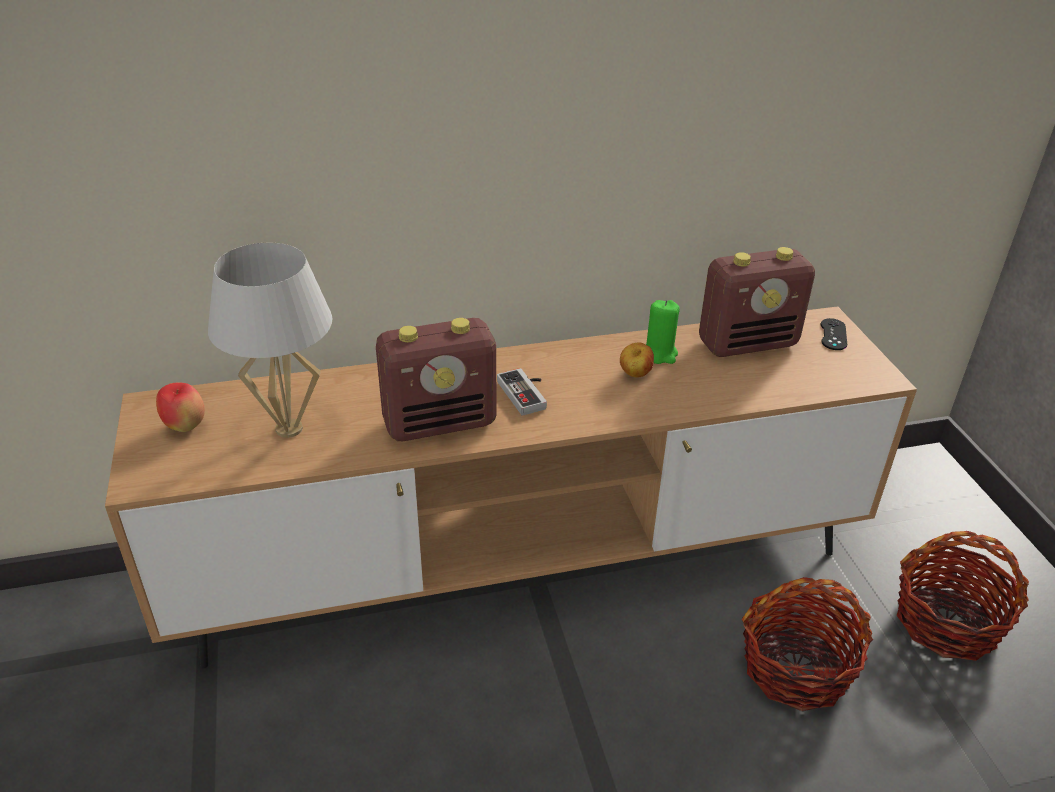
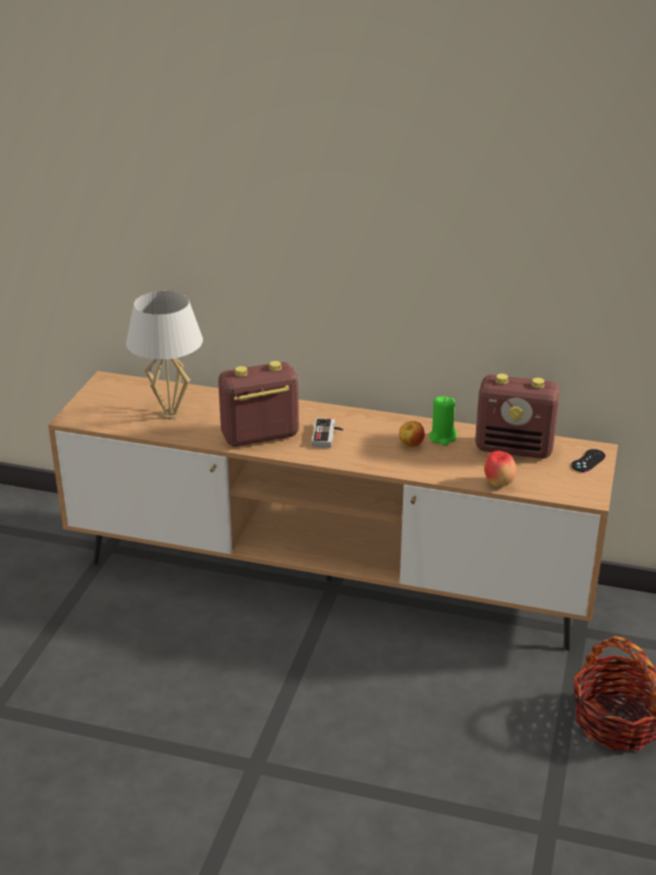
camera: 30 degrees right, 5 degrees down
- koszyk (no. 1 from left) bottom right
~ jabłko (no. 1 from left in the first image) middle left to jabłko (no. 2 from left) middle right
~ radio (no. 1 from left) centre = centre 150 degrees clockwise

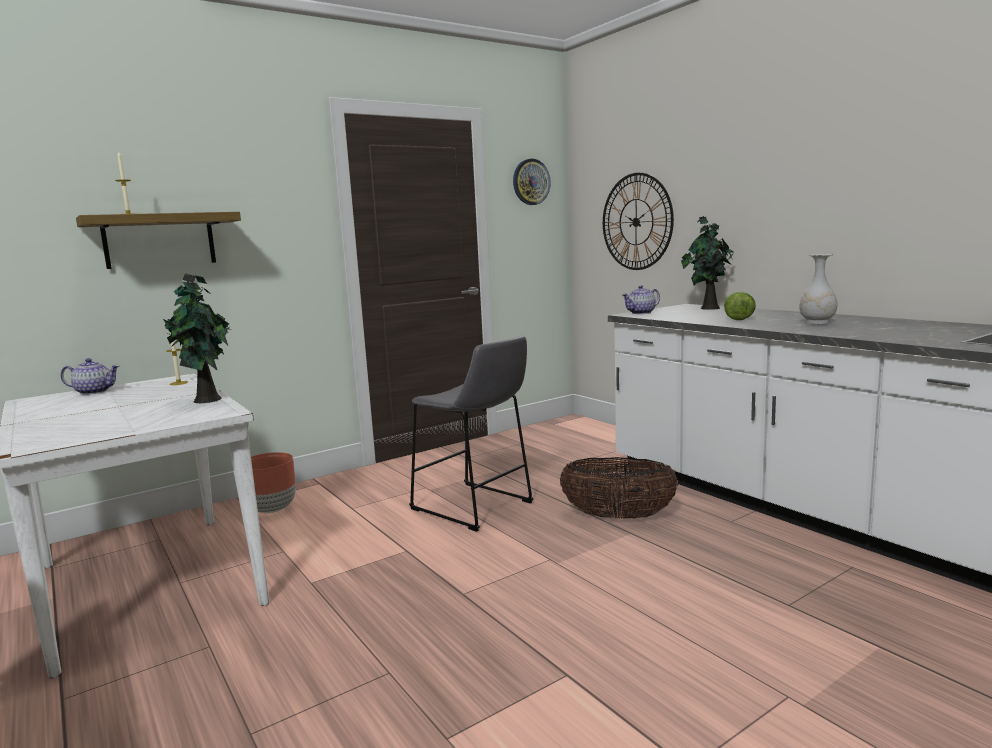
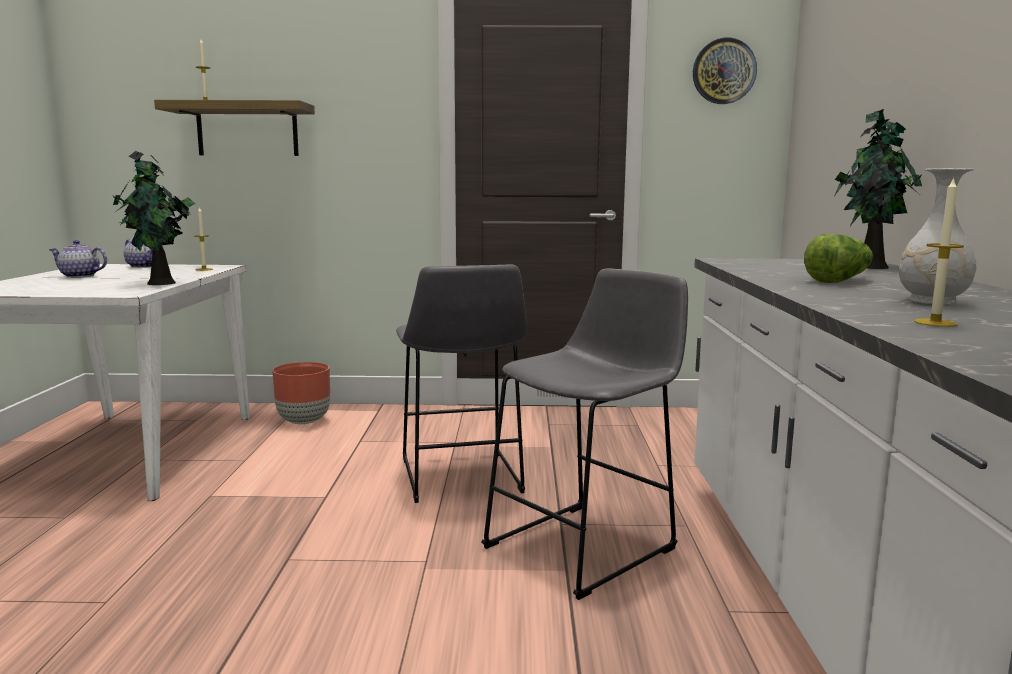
camera: 35 degrees right, 0 degrees up
- zegar ścienny (no. 2 from left) top centre
+ świeca (no. 3 from left) middle right
~ imbryk (no. 2 from left in the first image) centre to imbryk (no. 1 from left) middle left
~ koszyk centre to stołek/szary (no. 2 from left) centre

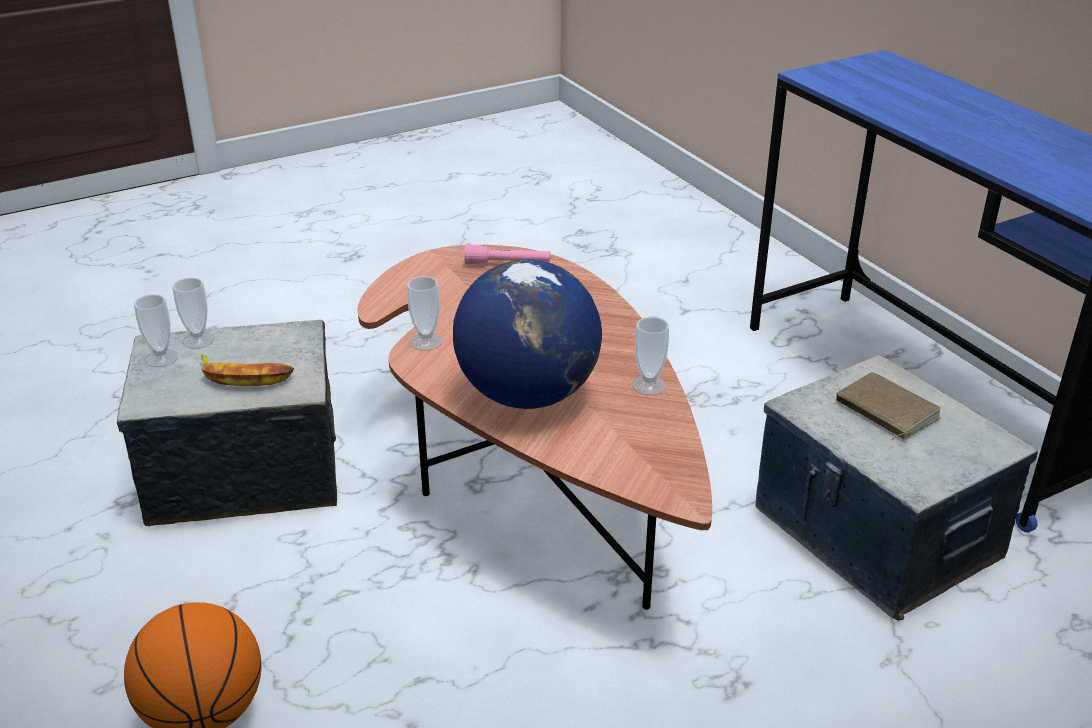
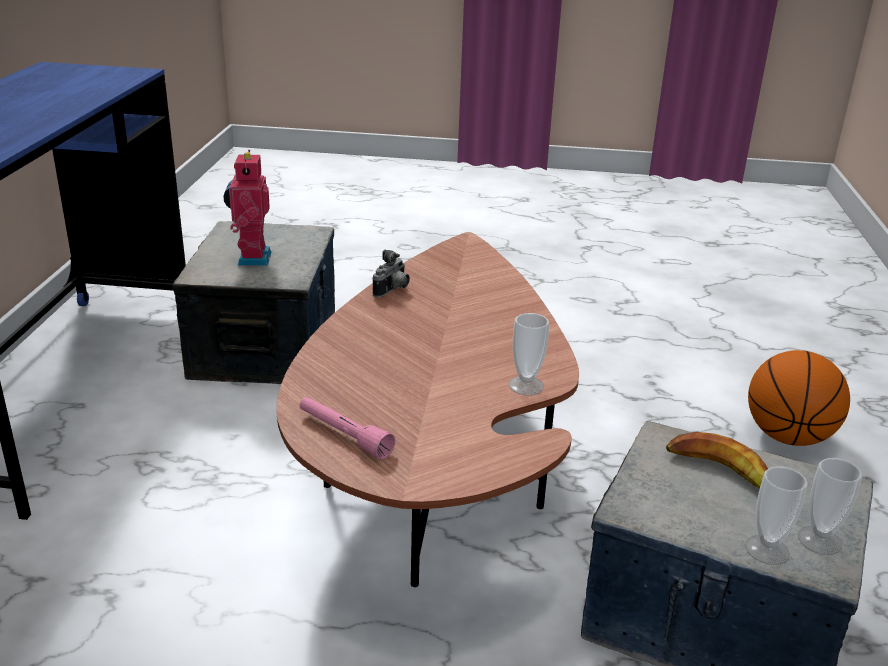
camera: 145 degrees left, 5 degrees down
- globus centre
~ filiżanka (no. 4 from left) centre to aparat fotograficzny centre
~ książka/brązowy middle right to robot zabawkowy top left

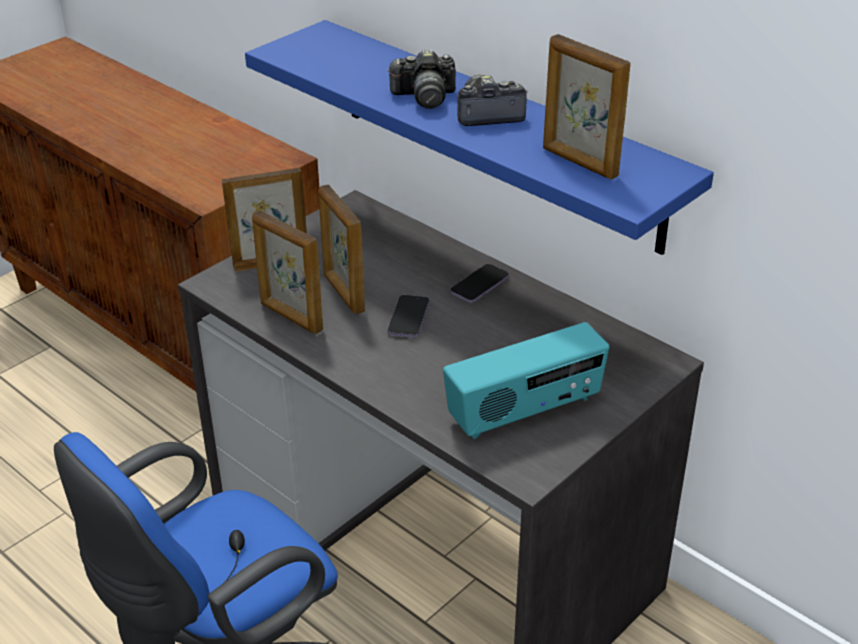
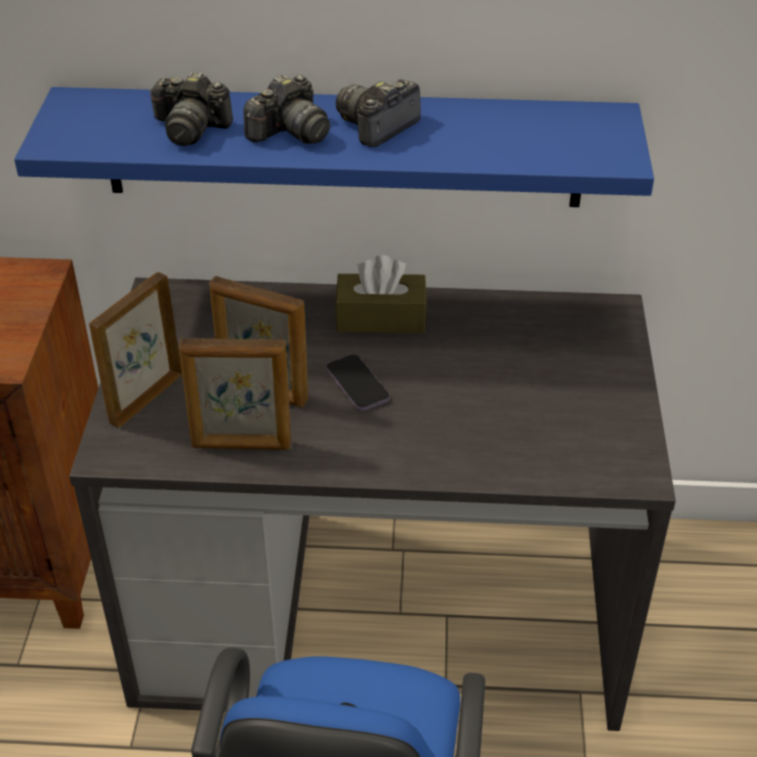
camera: 40 degrees left, 5 degrees up
- radio centre
- ramka na zdjęcie (no. 4 from left) top right
+ aparat fotograficzny (no. 1 from left) top left
~ telefon (no. 2 from left) centre to pudełko chusteczek/brązowy centre

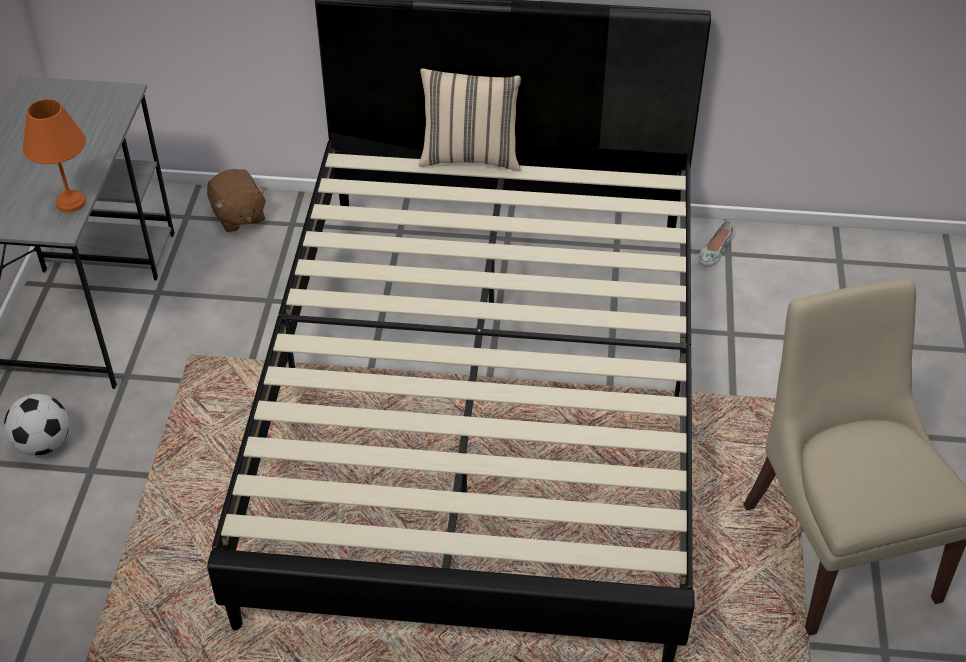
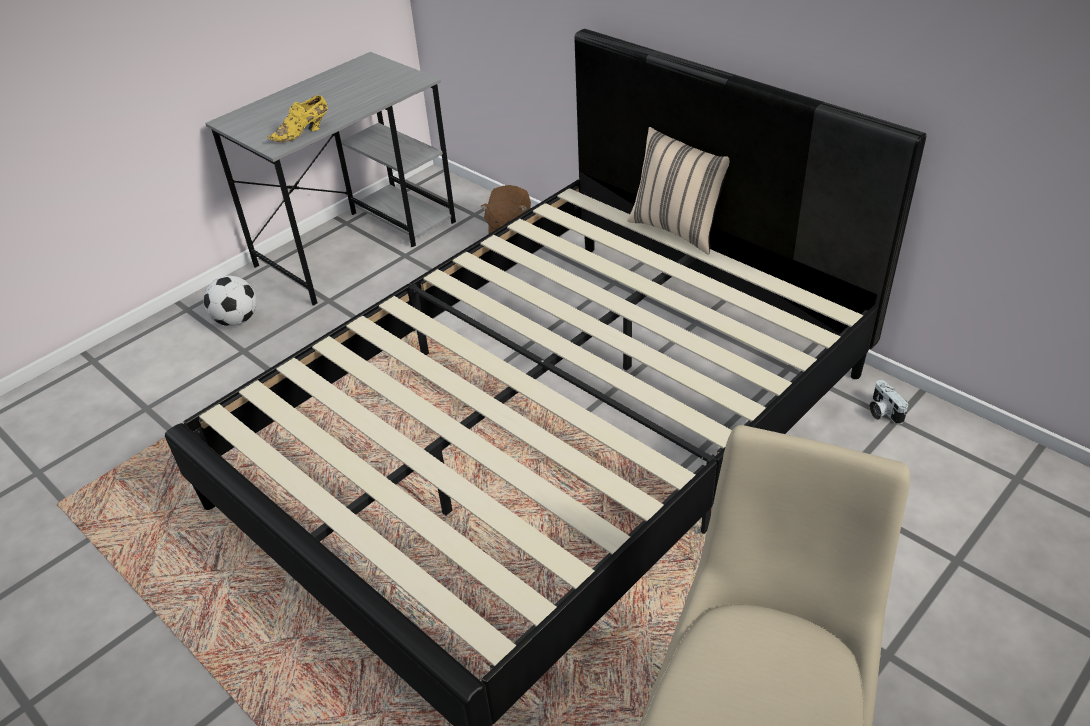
camera: 40 degrees right, 5 degrees down
~ lampa stołowa/pomarańczowy top left to but/żółty top left
~ but/biały middle right to aparat fotograficzny middle right

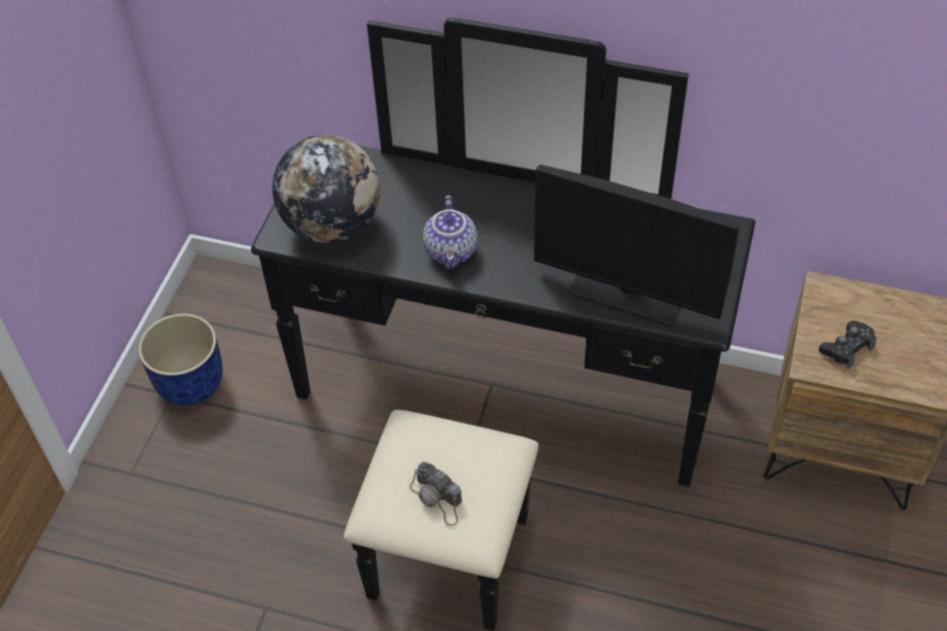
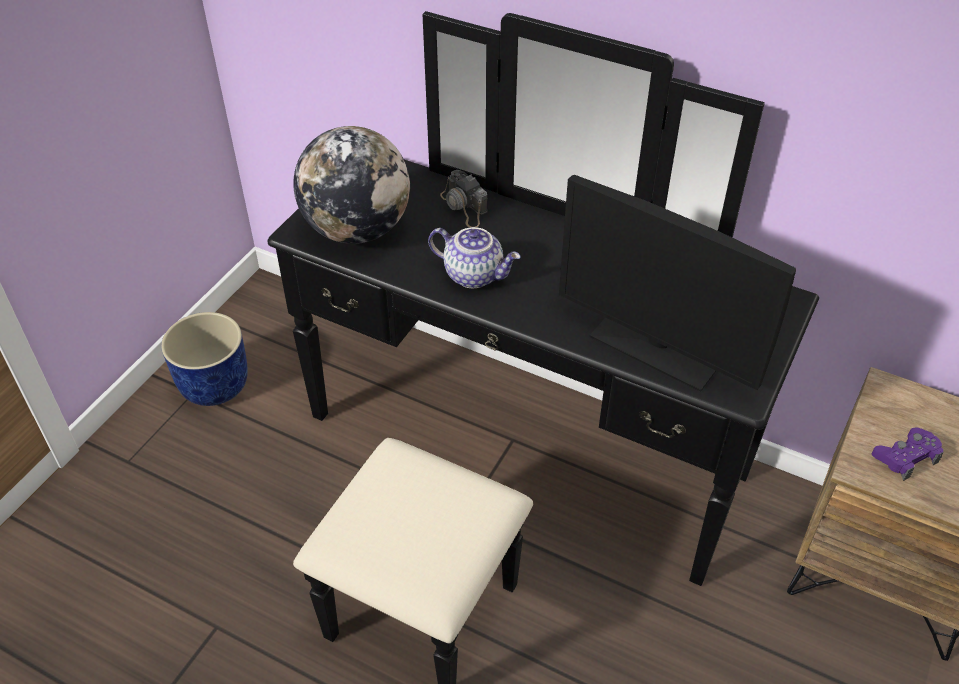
camera: 10 degrees right, 5 degrees down
~ aparat fotograficzny bottom centre to top centre
~ pad do gier/czarny middle right to pad do gier/fioletowy middle right
~ imbryk centre = centre 75 degrees counterclockwise

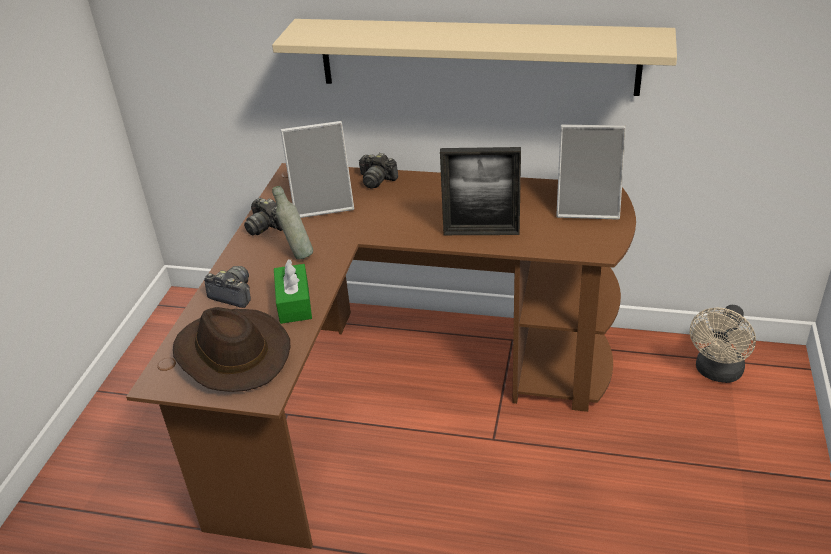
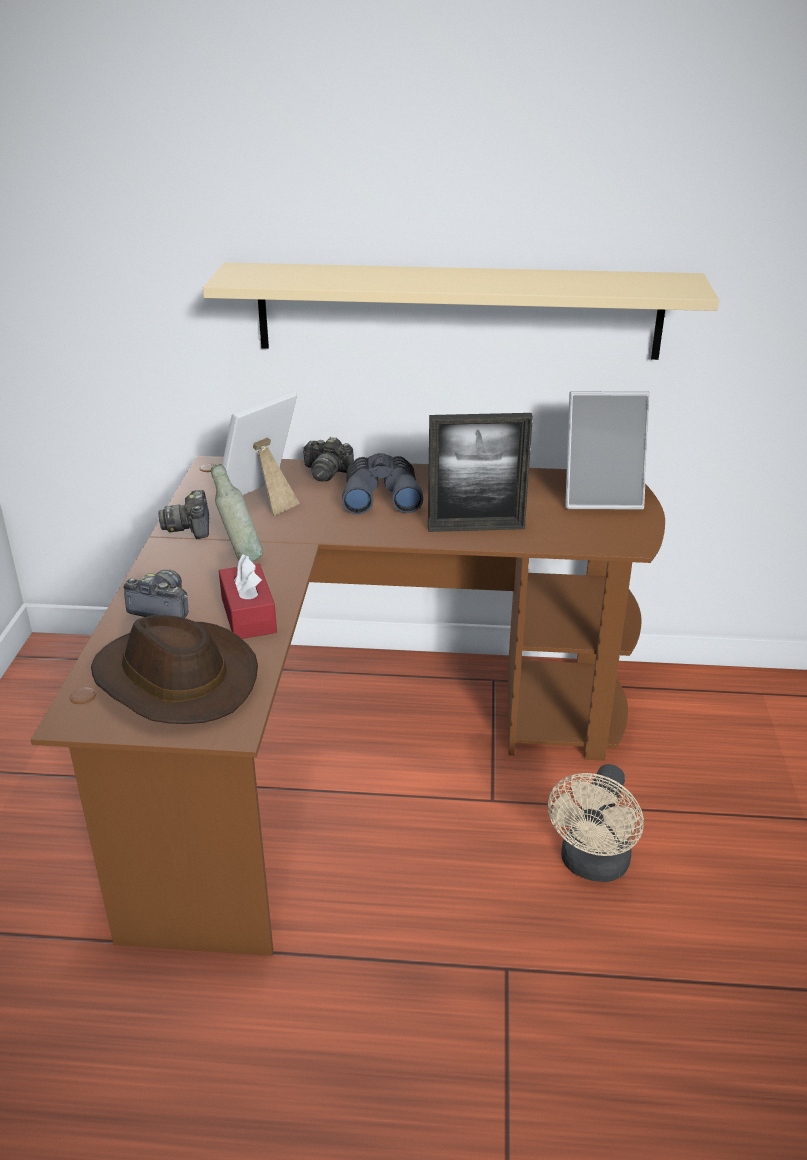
camera: 10 degrees left, 5 degrees down
+ lornetka/szary centre
~ wentylator/beżowy middle right to bottom right
~ pudełko chusteczek/zielony centre to pudełko chusteczek/czerwony middle left
~ aparat fotograficzny (no. 2 from left) middle left = middle left 45 degrees clockwise
~ ramka na zdjęcie (no. 1 from left) top centre = middle left 150 degrees clockwise

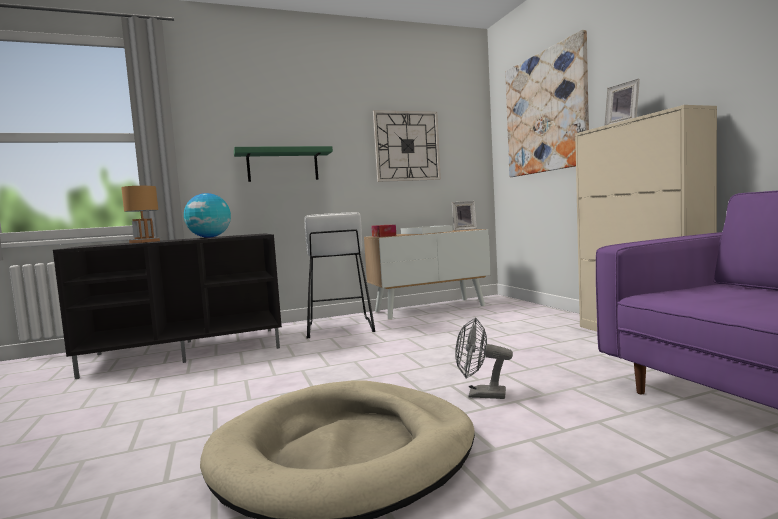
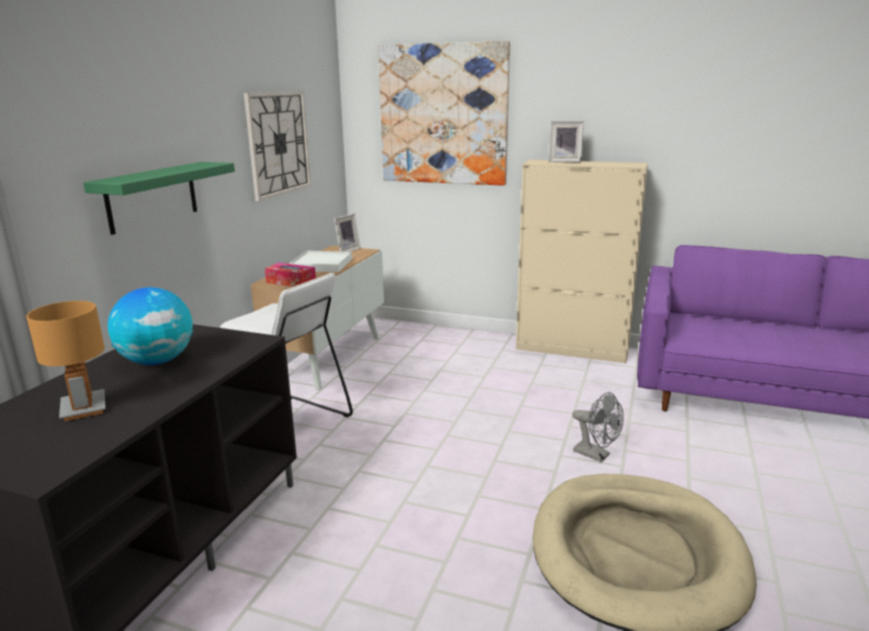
camera: 50 degrees left, 15 degrees up
~ wentylator/szary bottom centre = bottom right 105 degrees counterclockwise

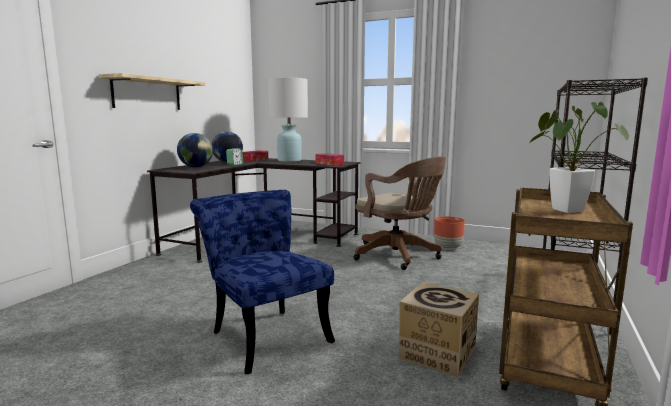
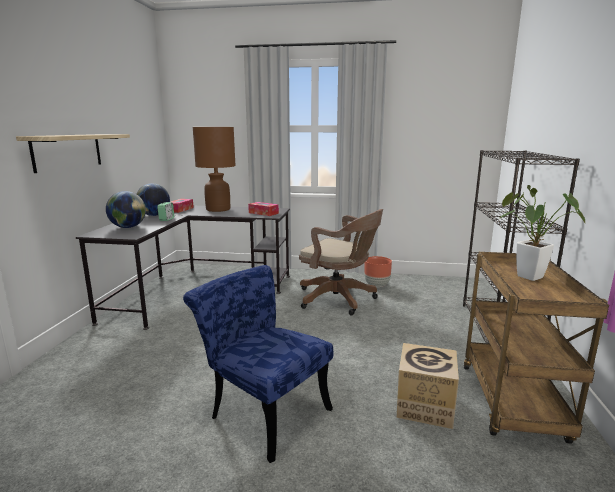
camera: 15 degrees left, 5 degrees up
~ lampa stołowa/biały top centre to lampa stołowa/brązowy centre

